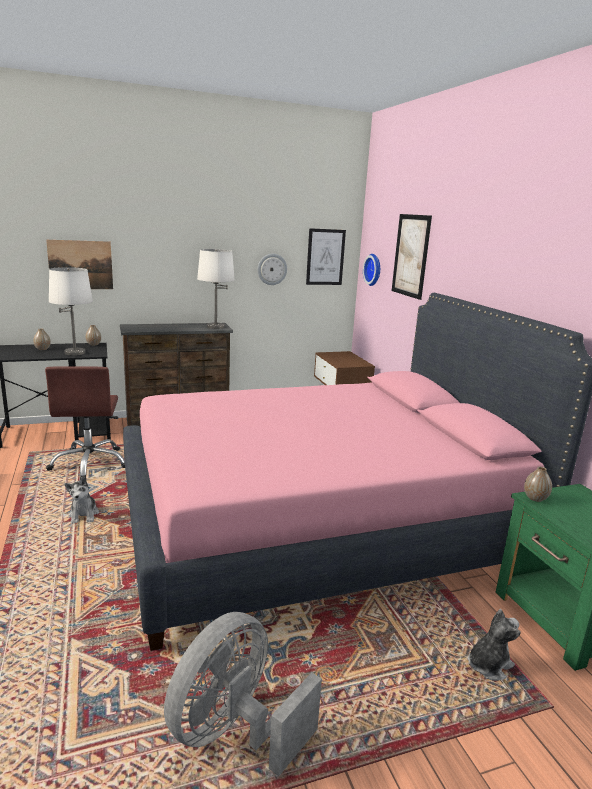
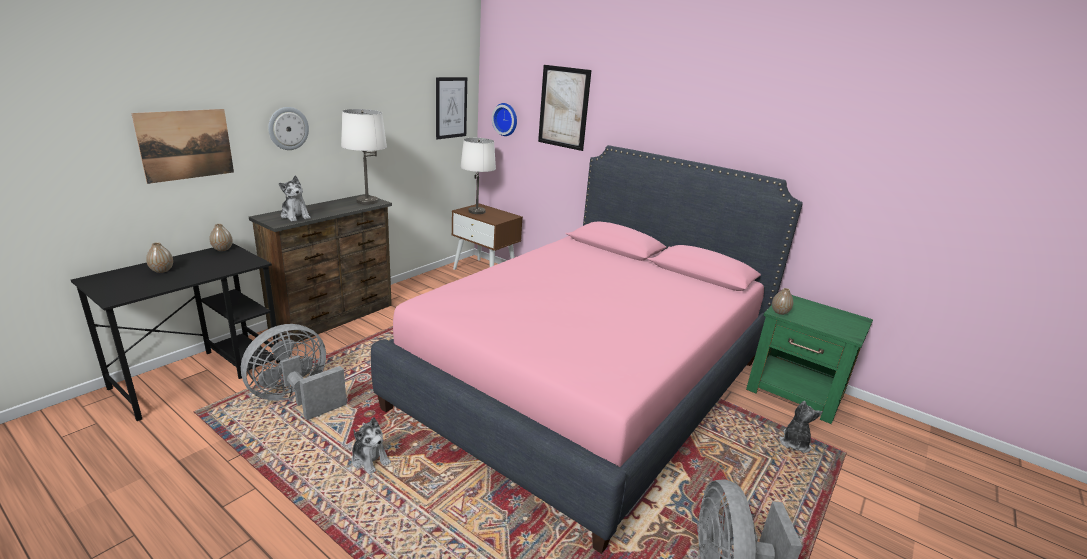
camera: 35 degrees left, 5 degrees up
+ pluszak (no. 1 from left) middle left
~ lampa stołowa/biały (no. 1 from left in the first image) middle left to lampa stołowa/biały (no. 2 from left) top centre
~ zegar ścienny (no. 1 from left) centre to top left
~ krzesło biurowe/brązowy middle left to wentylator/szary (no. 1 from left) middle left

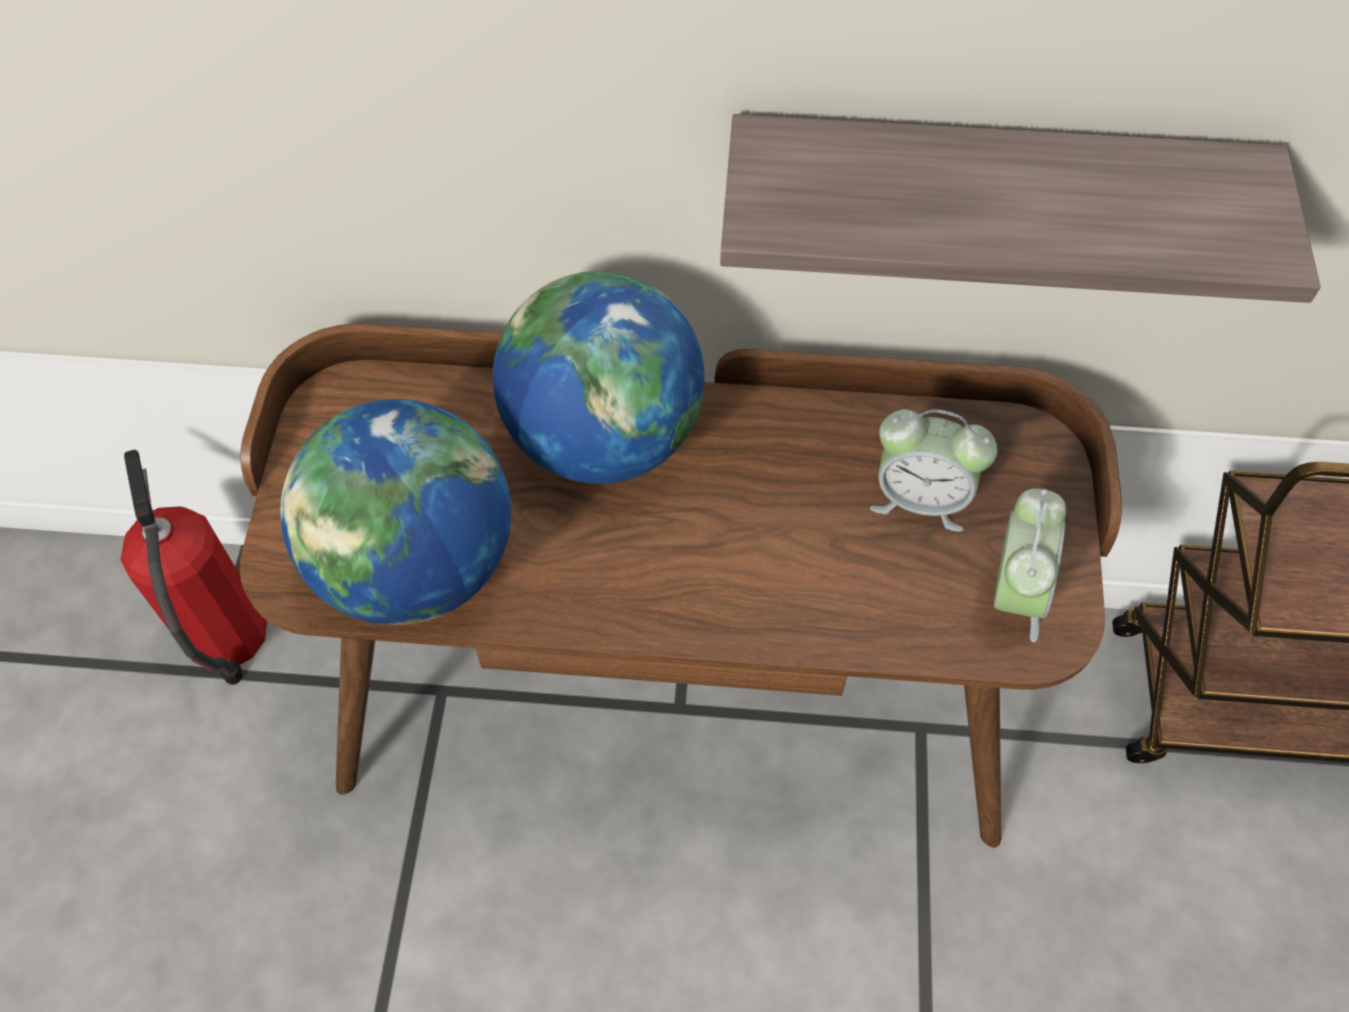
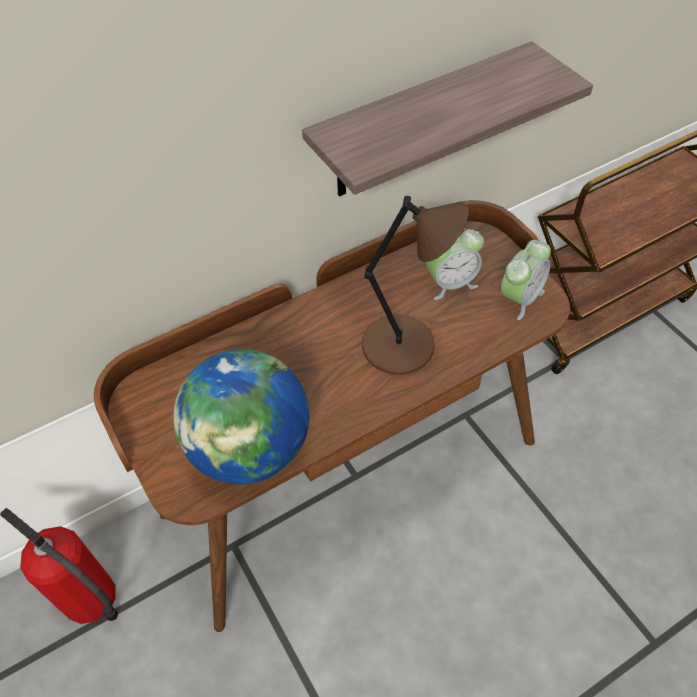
camera: 35 degrees left, 5 degrees down
- globus (no. 2 from left) centre
+ lampa stołowa/brązowy centre
~ budzik (no. 2 from left) middle right = middle right 60 degrees clockwise

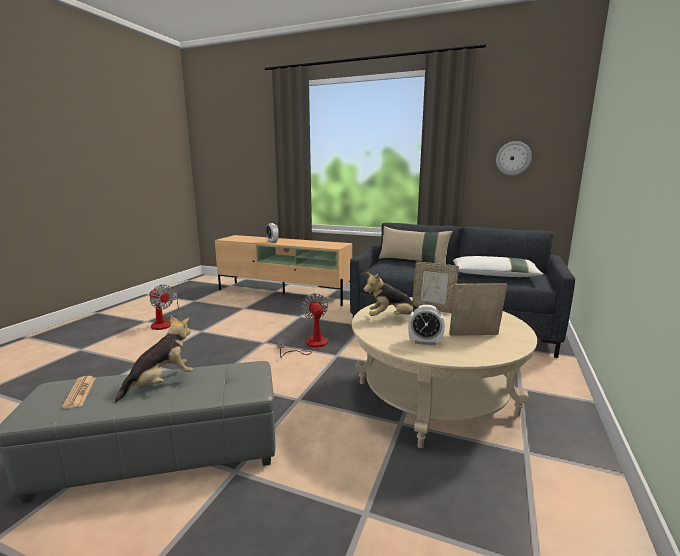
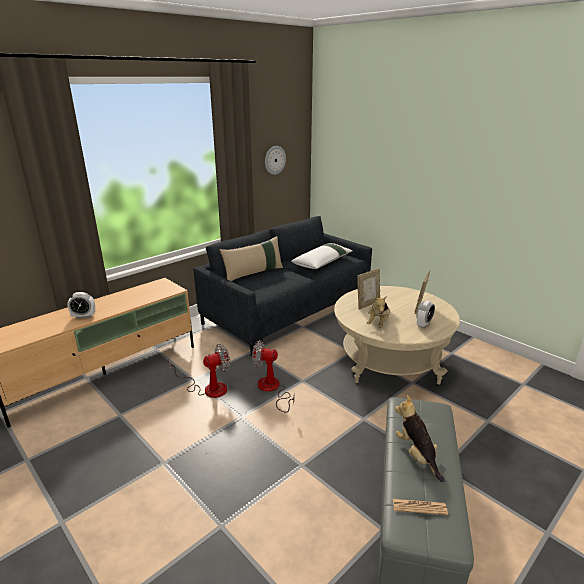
camera: 65 degrees left, 10 degrees up
~ wentylator (no. 1 from left) middle left to centre

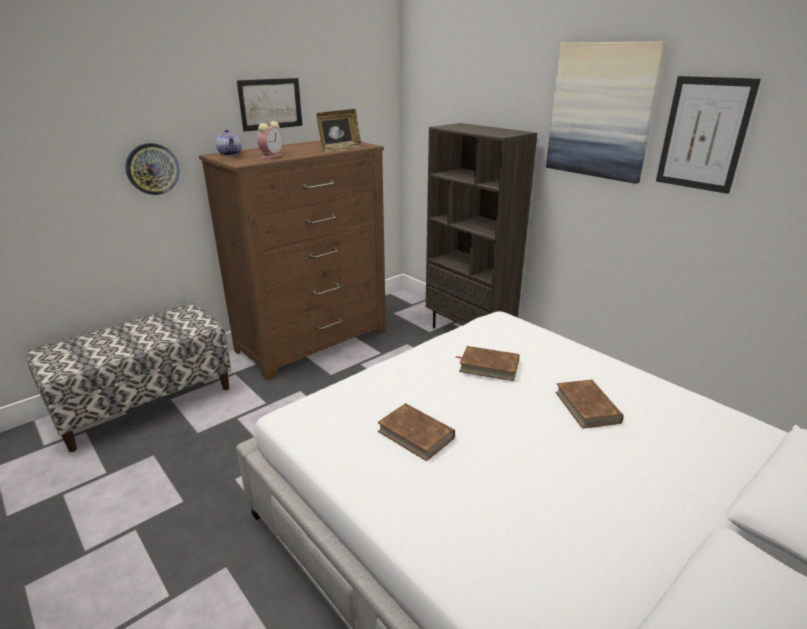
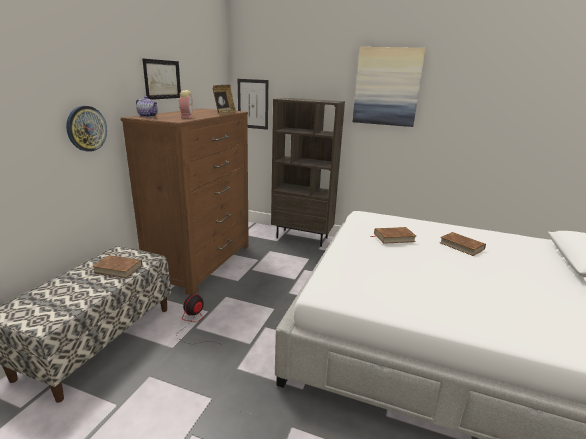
camera: 30 degrees left, 5 degrees down
+ wentylator bottom centre
~ książka/brązowy (no. 1 from left) bottom centre to middle left
~ obraz (no. 3 from left in the first image) top right to obraz (no. 2 from left) top centre

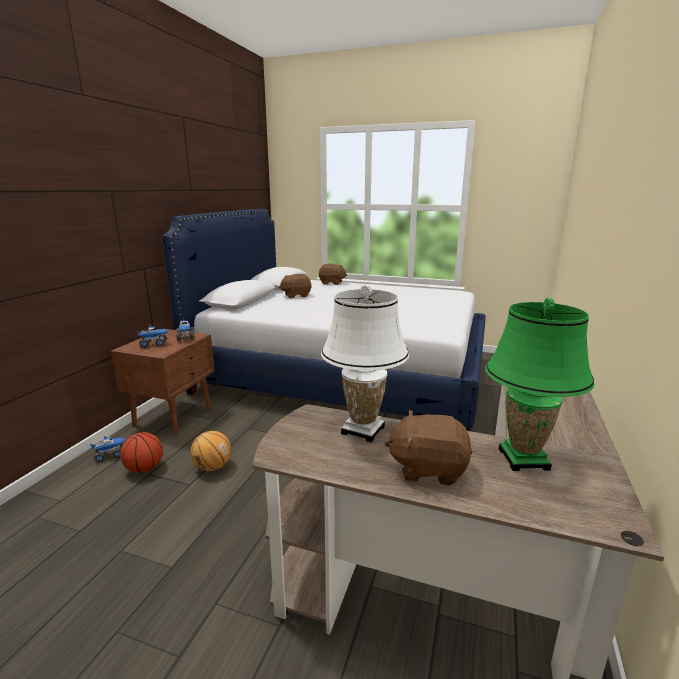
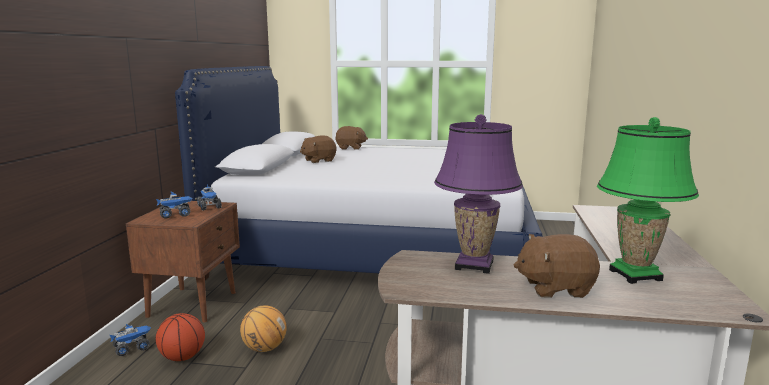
camera: 10 degrees left, 5 degrees down
~ lampa stołowa/biały centre to lampa stołowa/fioletowy centre

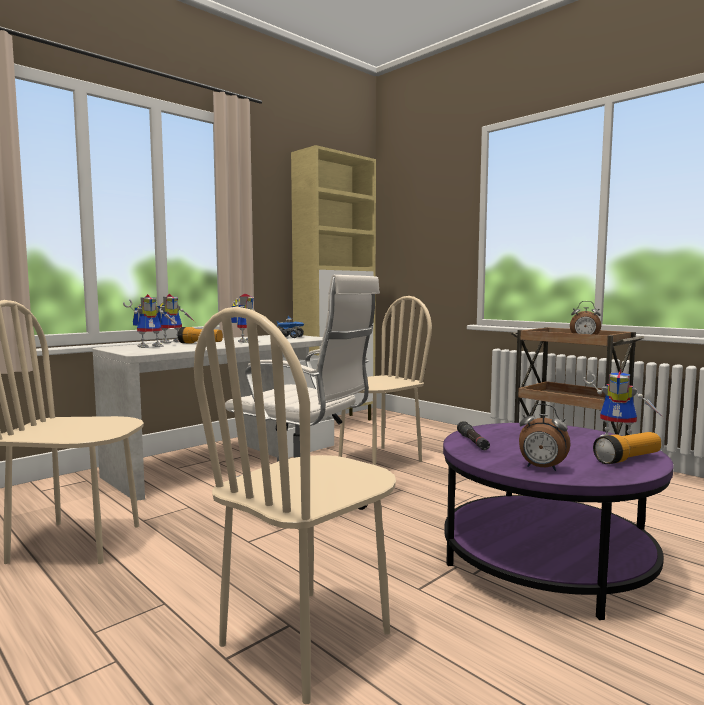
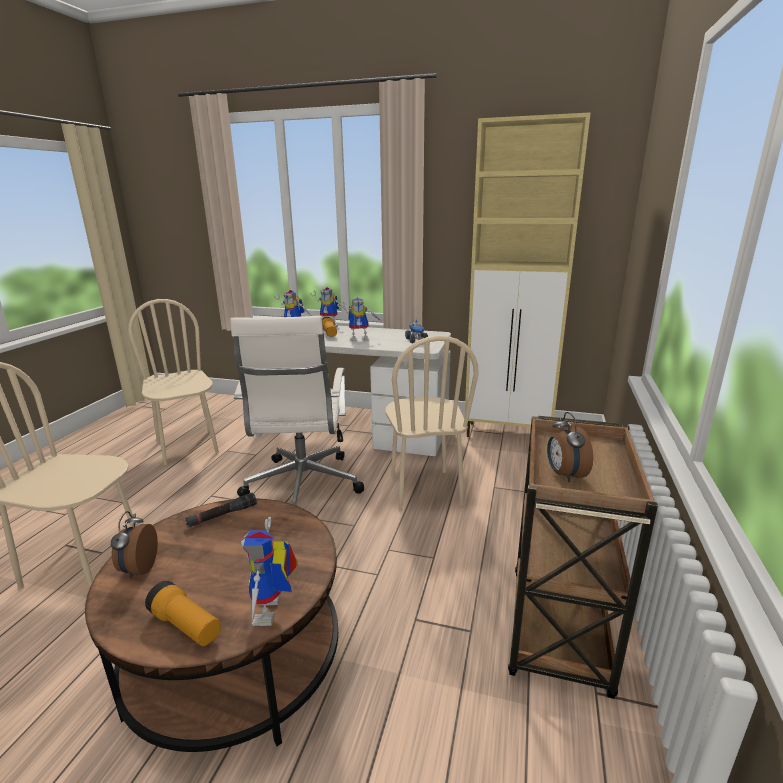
camera: 60 degrees right, 15 degrees up
~ ława/fioletowy bottom right to ława/brązowy bottom left
~ krzesło/beżowy (no. 3 from left) centre = centre 60 degrees clockwise

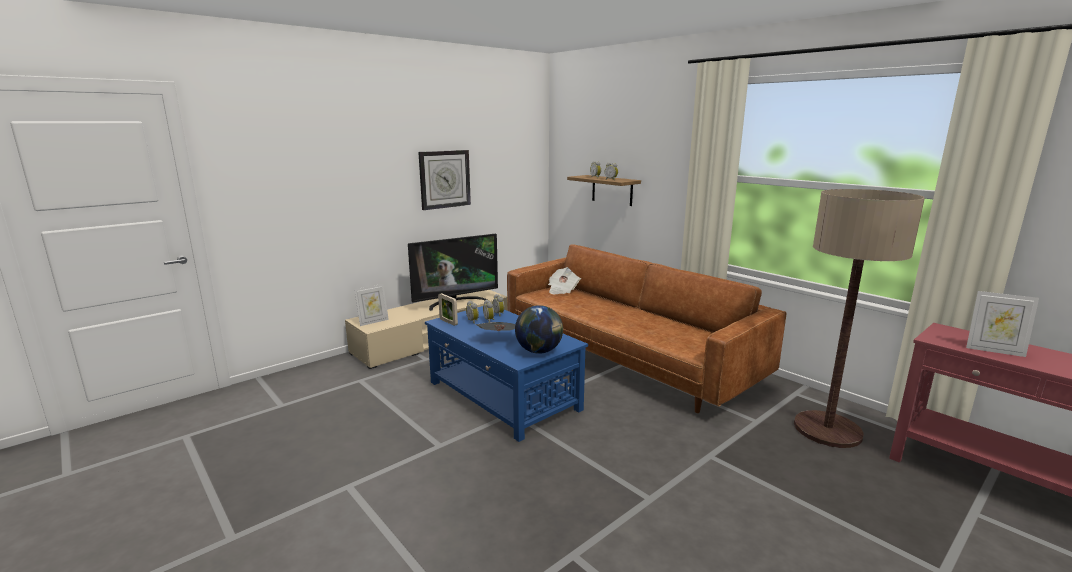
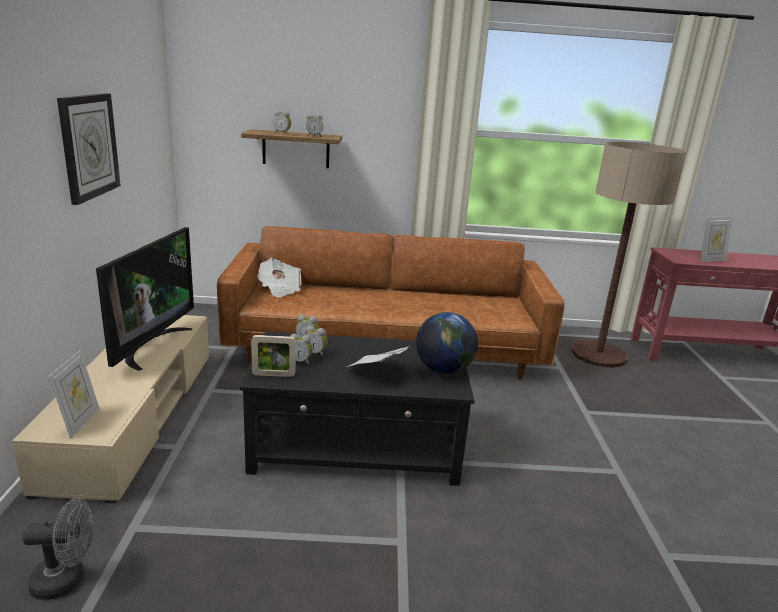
camera: 50 degrees left, 5 degrees up
+ wentylator/szary bottom left
~ ława/niebieski centre to ława/czarny bottom centre

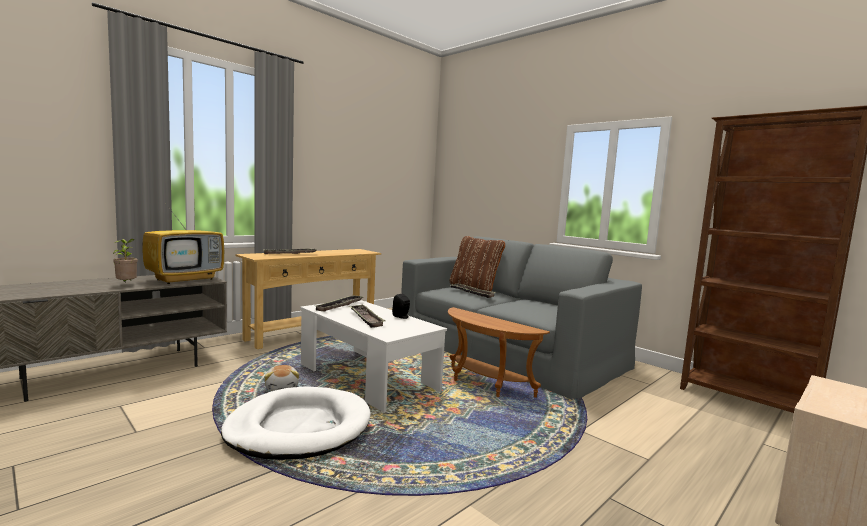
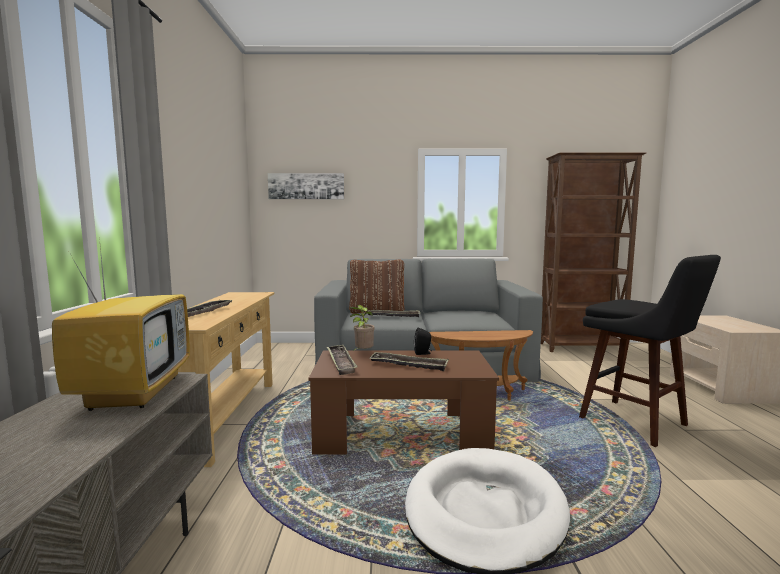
camera: 45 degrees left, 0 degrees up
- pluszak bottom left
+ obraz top centre
+ stołek/czarny middle right
~ roślina doniczkowa middle left to centre
~ ława/biały bottom centre to ława/brązowy bottom centre

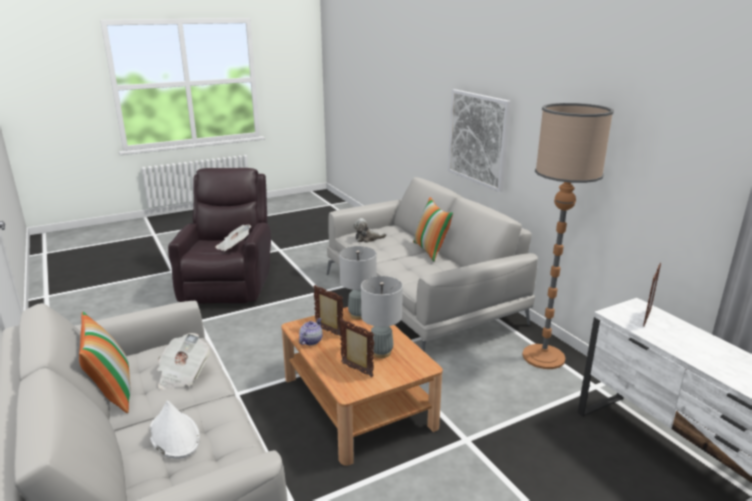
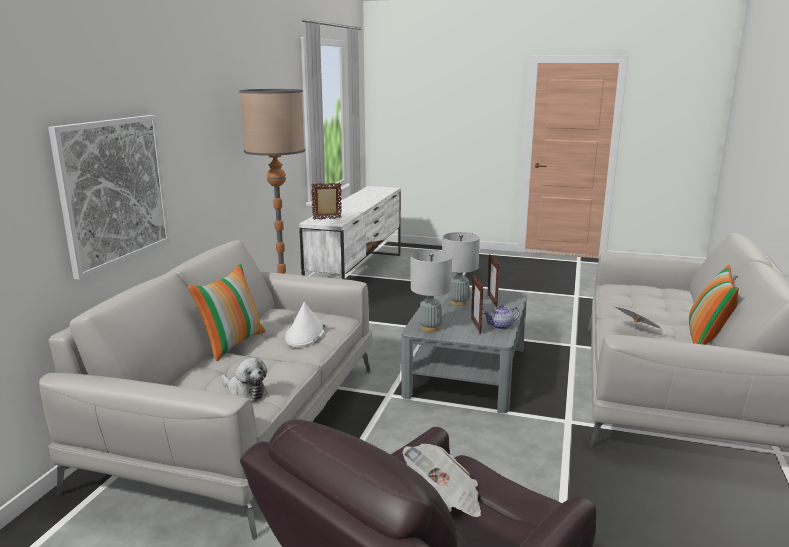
camera: 135 degrees left, 5 degrees down
~ kapelusz/biały bottom left to centre
~ ława/brązowy bottom centre to ława/szary centre

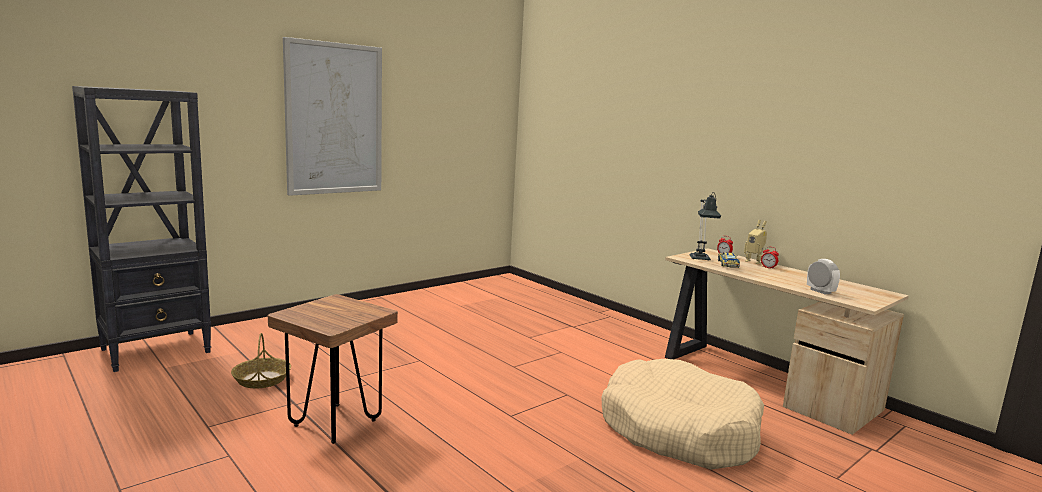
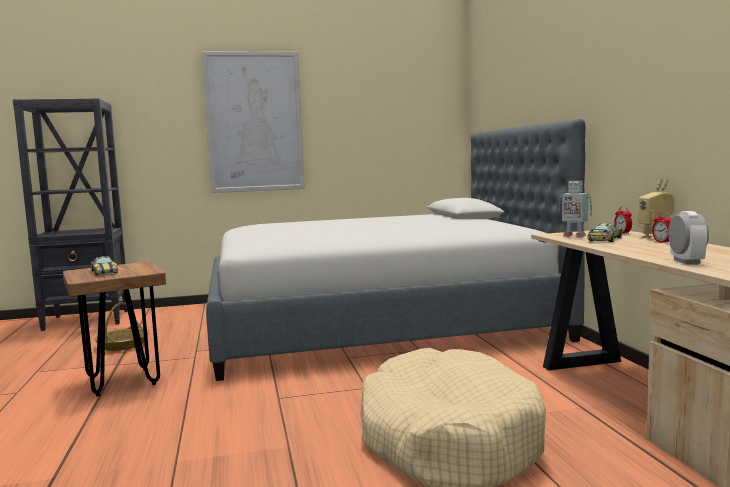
camera: 30 degrees right, 5 degrees down
+ samochodzik (no. 1 from left) middle left
+ łóżko centre
~ lampa stołowa middle right to robot zabawkowy (no. 1 from left) middle right

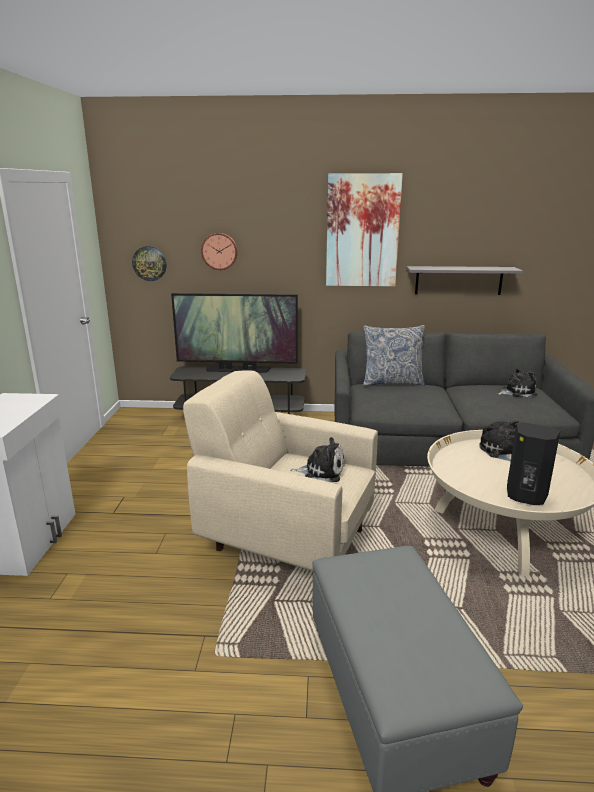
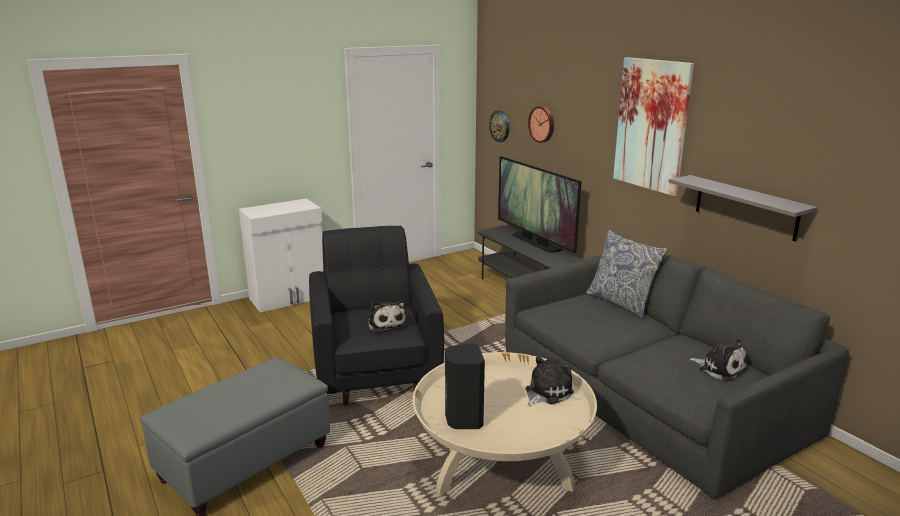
camera: 55 degrees right, 0 degrees up
~ fotel/beżowy centre to fotel/czarny centre

